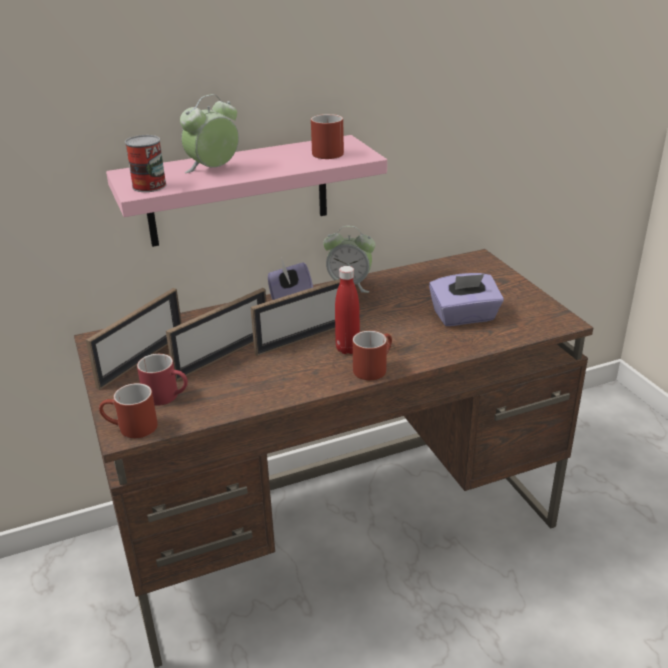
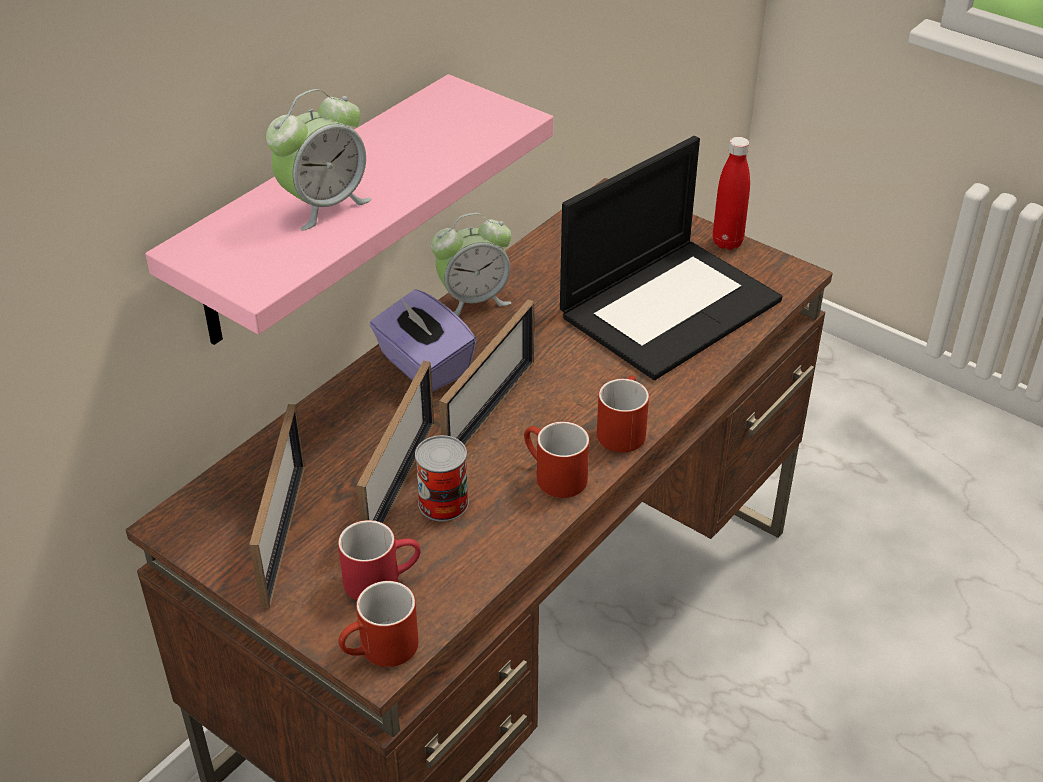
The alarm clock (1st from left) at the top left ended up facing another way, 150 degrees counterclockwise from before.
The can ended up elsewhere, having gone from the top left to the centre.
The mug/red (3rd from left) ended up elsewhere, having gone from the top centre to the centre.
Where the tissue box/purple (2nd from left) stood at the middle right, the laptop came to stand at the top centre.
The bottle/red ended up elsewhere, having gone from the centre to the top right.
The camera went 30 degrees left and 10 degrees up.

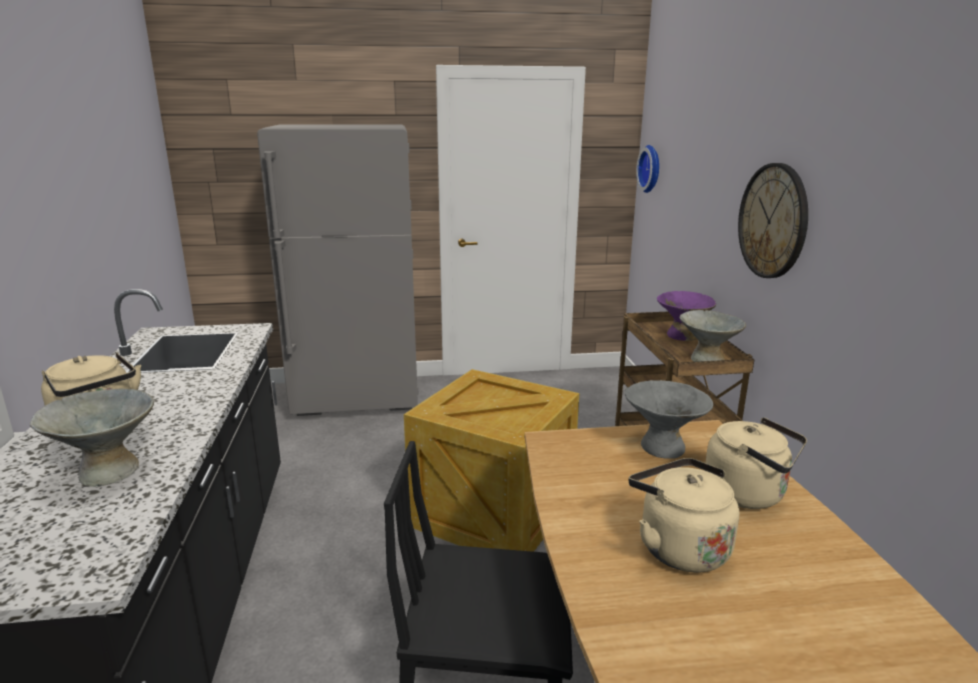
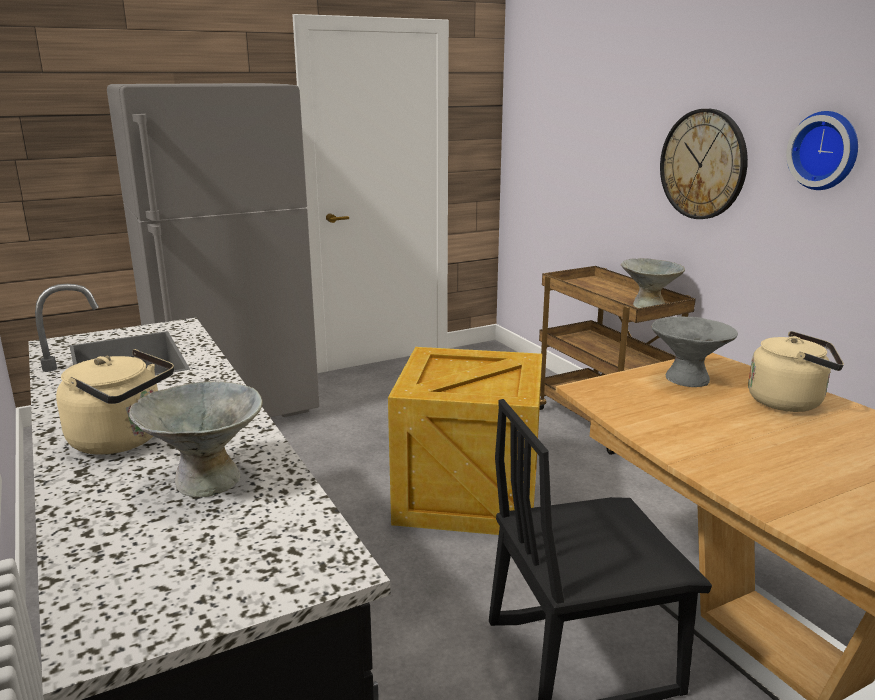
The wall clock (1st from left in the first image) ended up elsewhere, having gone from the top centre to the top right.
The second view lost the kettle/beige (2nd from left) at the bottom right.
The second view lost the bowl/purple at the middle right.
The camera went 20 degrees left and 0 degrees up.

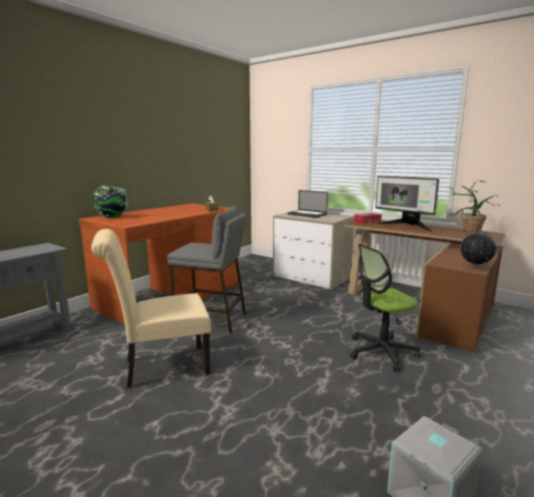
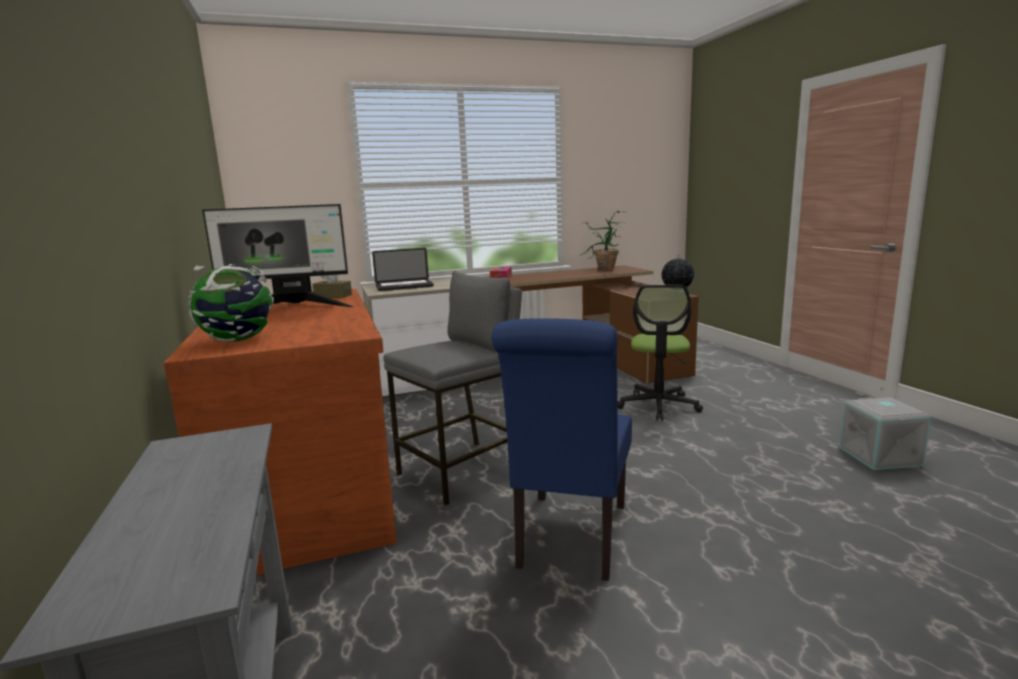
The monitor ended up elsewhere, having gone from the middle right to the middle left.
What was the chair/beige at the middle left turned into the chair/blue at the centre.
The camera went 55 degrees left and 0 degrees up.

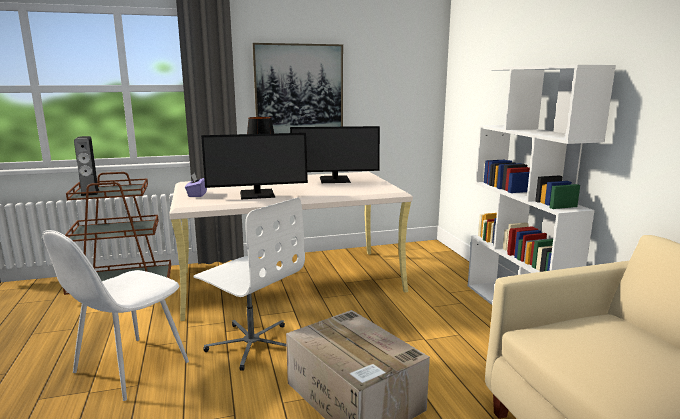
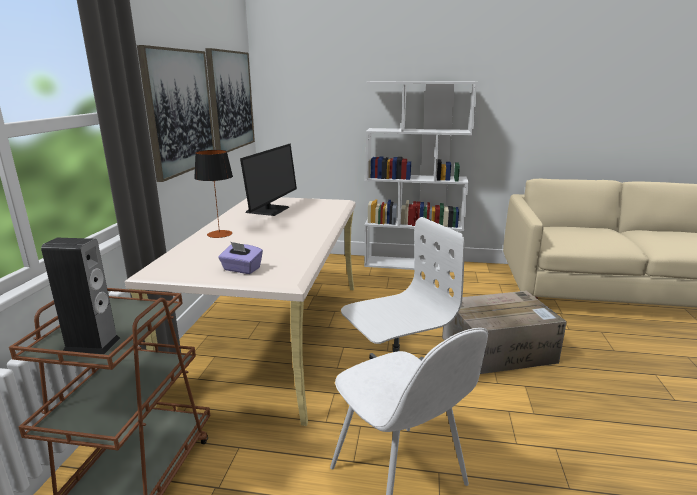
The second view gained the picture (2nd from left) at the top left.
The second view lost the monitor (1st from left) at the centre.
The camera went 65 degrees left and 5 degrees up.

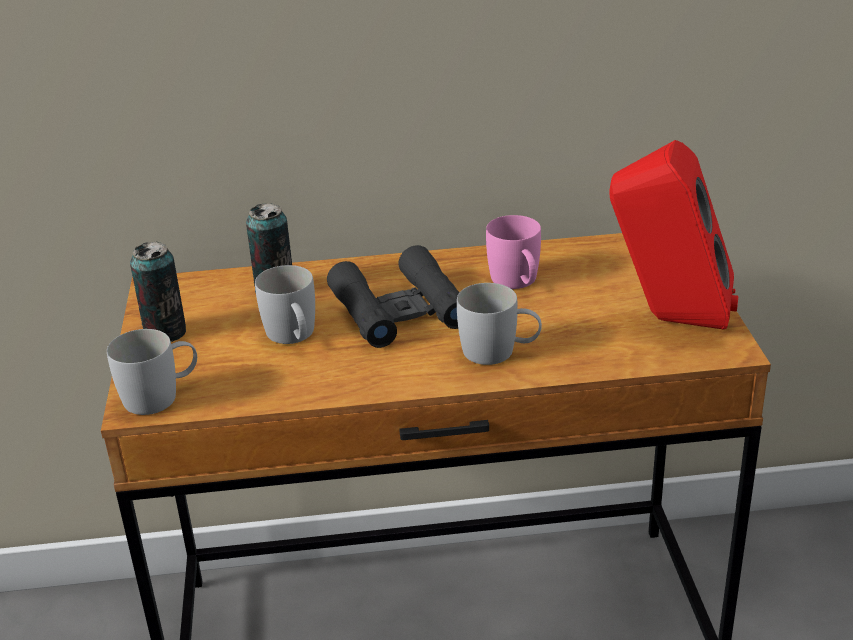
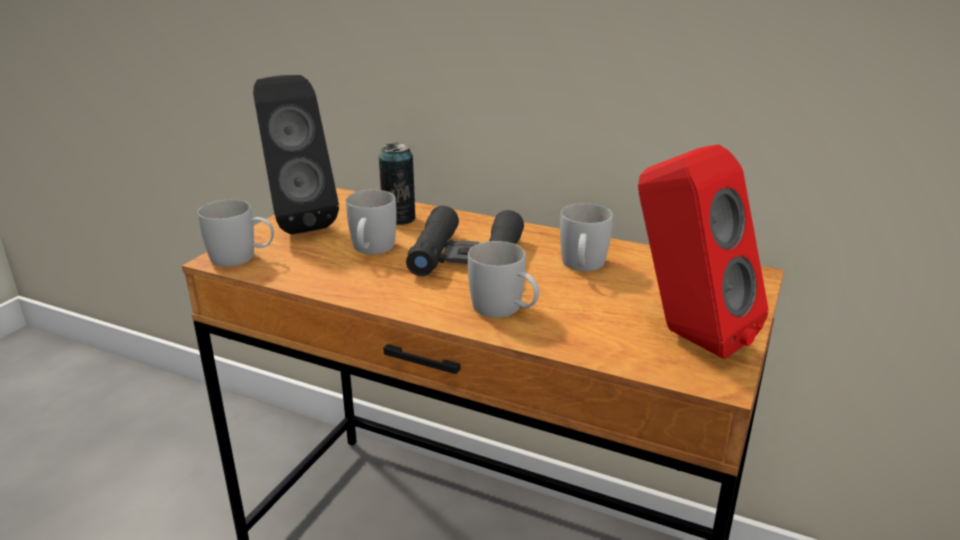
Where the can (1st from left) stood at the middle left, the speaker/black came to stand at the top left.
What was the mug/pink at the centre turned into the mug/white (4th from left) at the centre.
The camera went 30 degrees right and 5 degrees down.

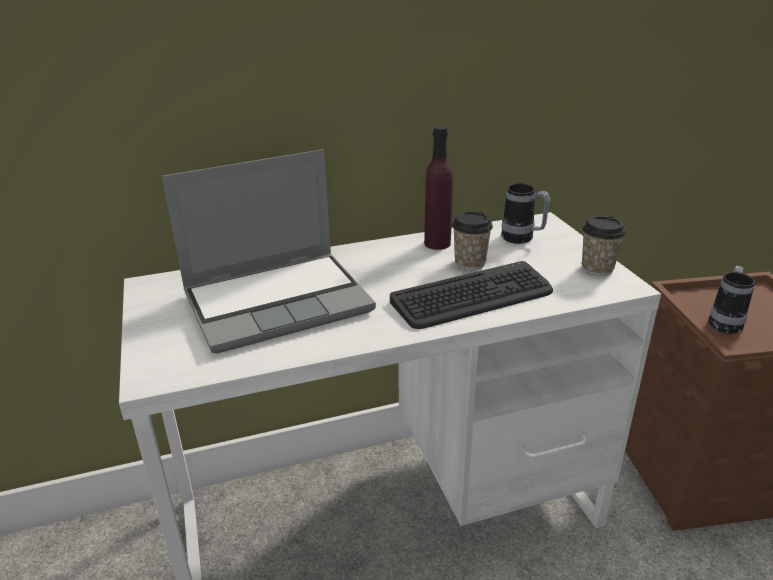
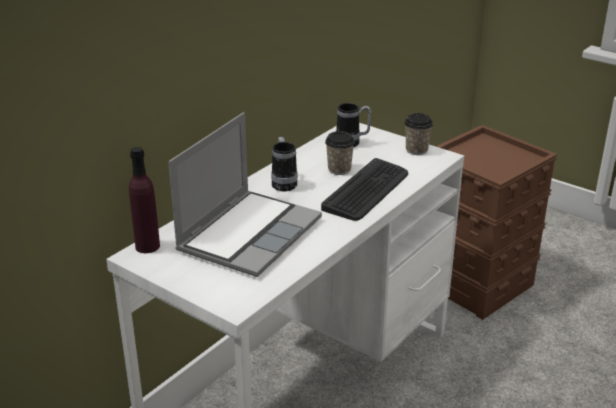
The bottle/purple ended up elsewhere, having gone from the top centre to the middle left.
The mug (2nd from left in the first image) ended up elsewhere, having gone from the middle right to the centre.
The camera went 35 degrees left and 0 degrees up.

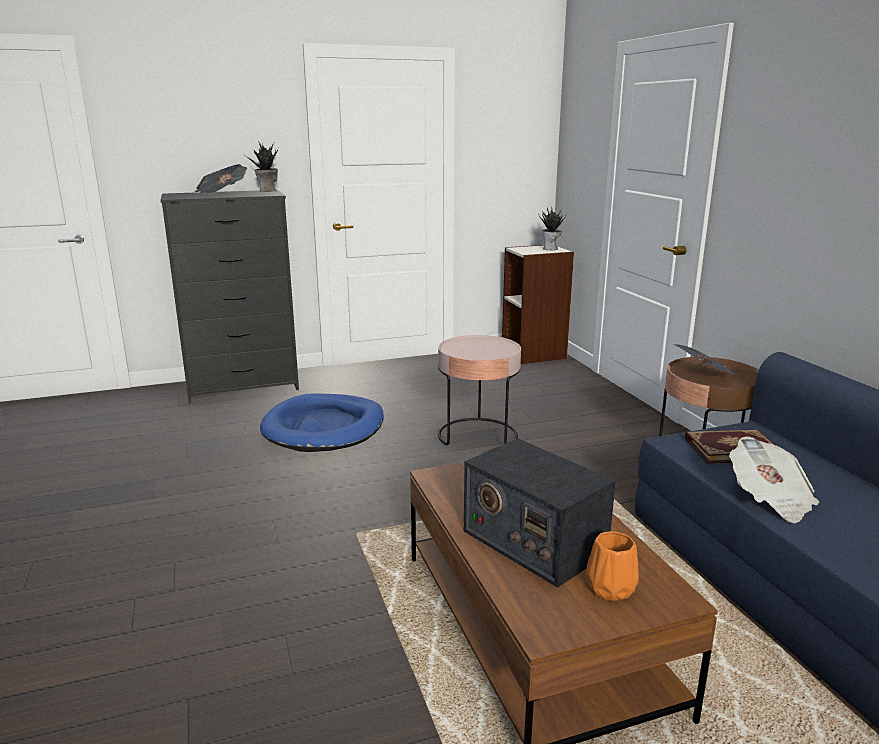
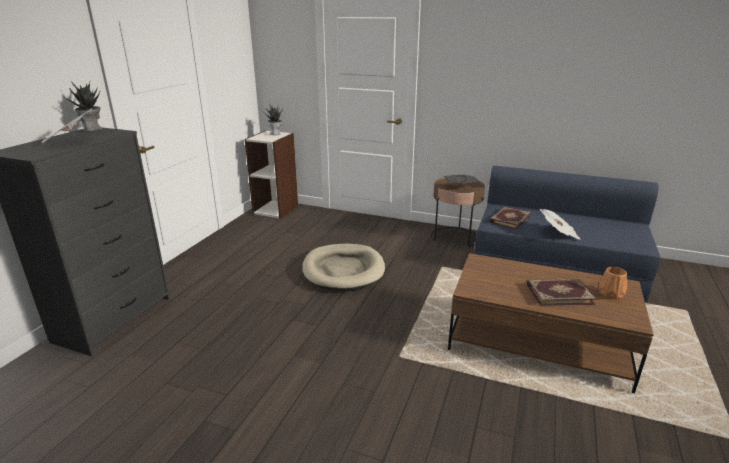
Where the side table/pink stood at the centre, the dog bed/beige came to stand at the centre.
Where the radio stood at the bottom centre, the book (2nd from left) came to stand at the middle right.
The second view lost the dog bed/blue at the centre.
The camera went 50 degrees left and 5 degrees up.

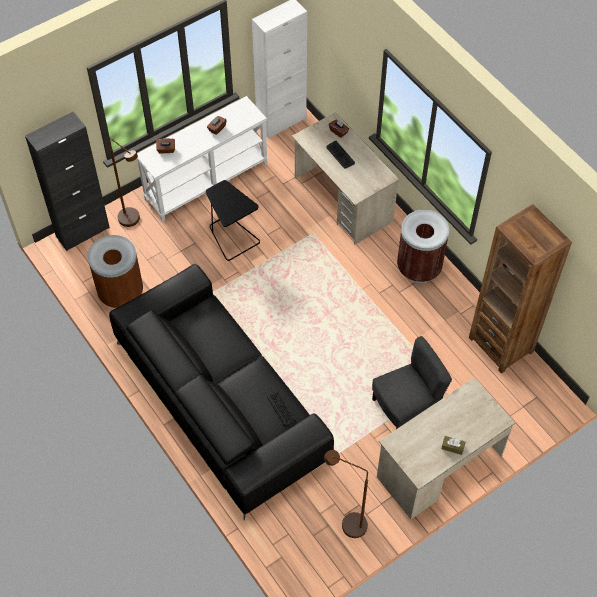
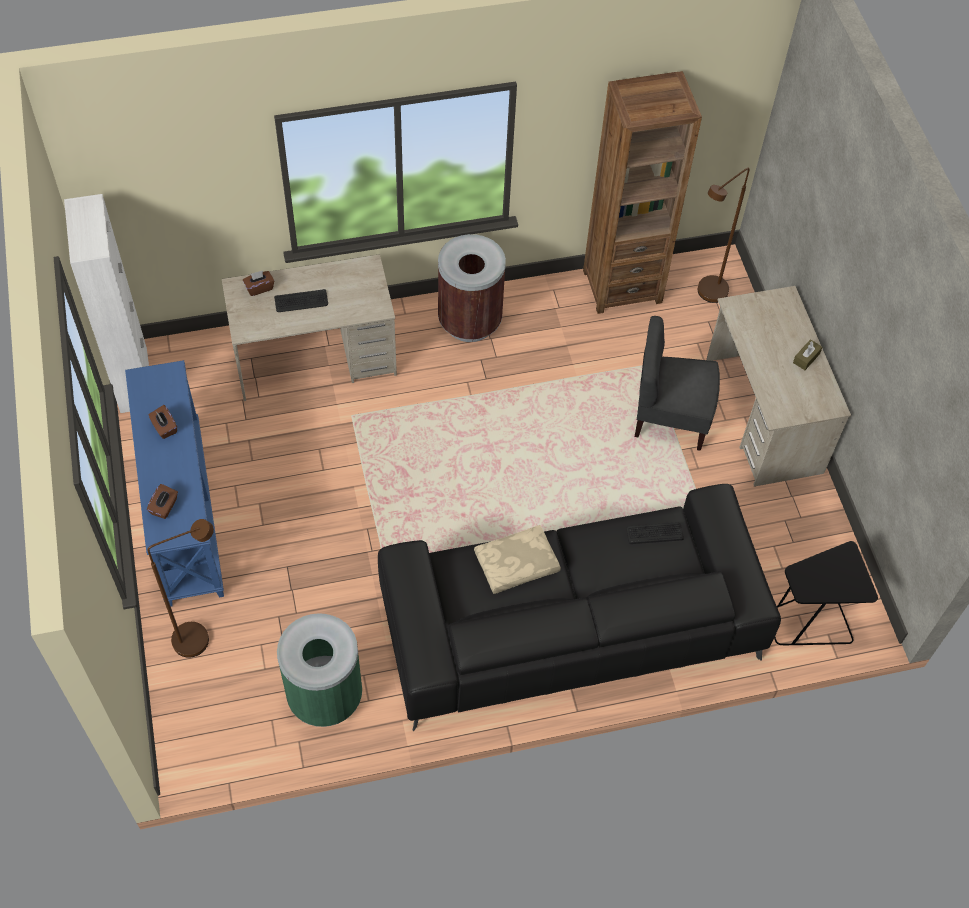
What was the console table/white at the top centre turned into the console table/blue at the middle left.
What was the trash can/brown (1st from left) at the middle left turned into the trash can/green at the bottom left.
The second view gained the pillow/beige at the centre.
The chair/grey at the middle right ended up facing another way, 75 degrees counterclockwise from before.
The floor lamp/brown (2nd from left) ended up elsewhere, having gone from the bottom centre to the top right.
The side table/black ended up elsewhere, having gone from the centre to the middle right.
The second view lost the cabinet/black at the top left.
The camera went 70 degrees left and 0 degrees up.

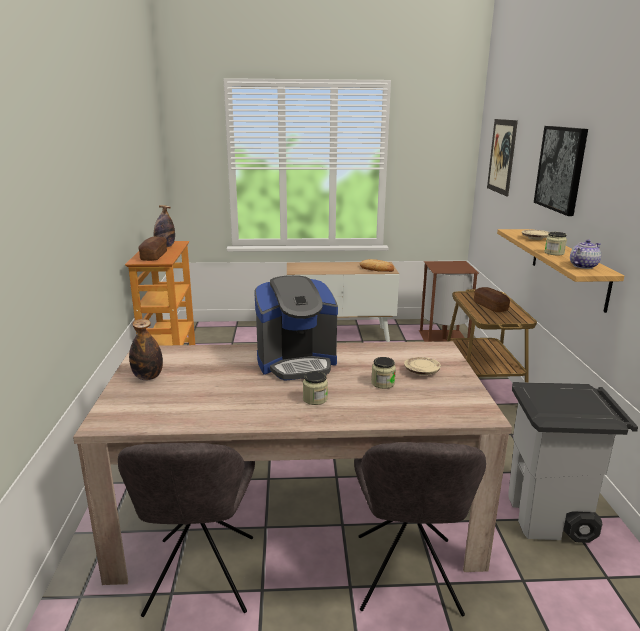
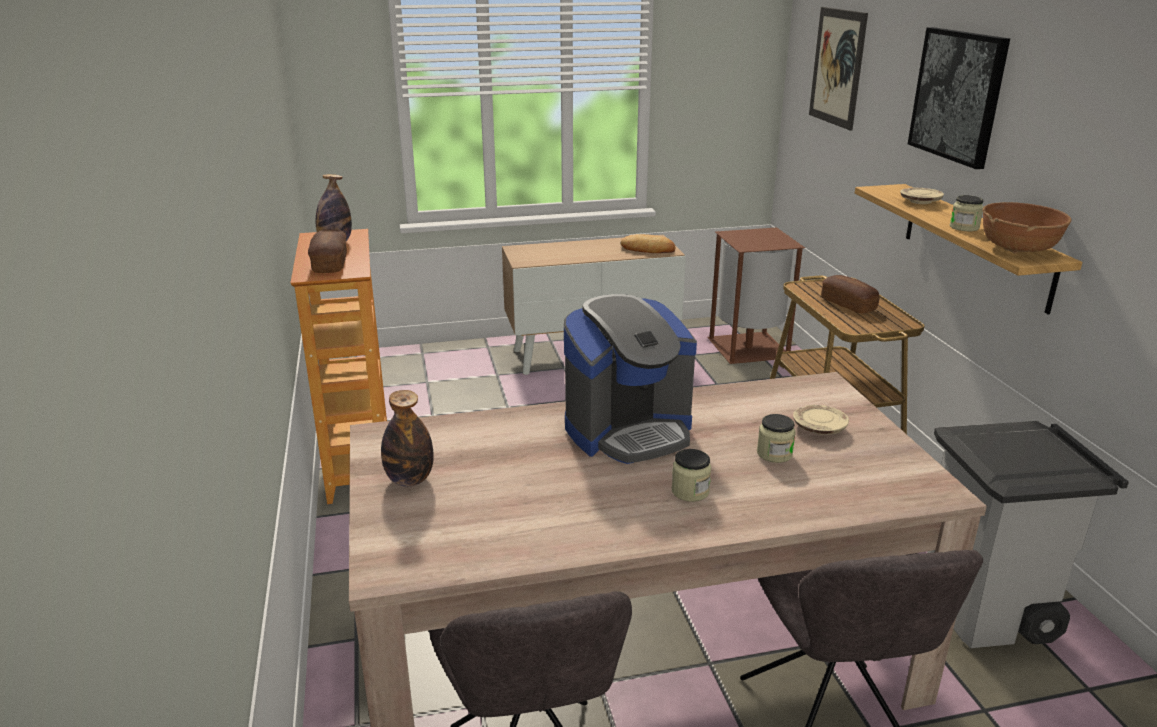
Where the teapot stood at the middle right, the bowl/brown came to stand at the top right.
The camera went 10 degrees left and 5 degrees up.

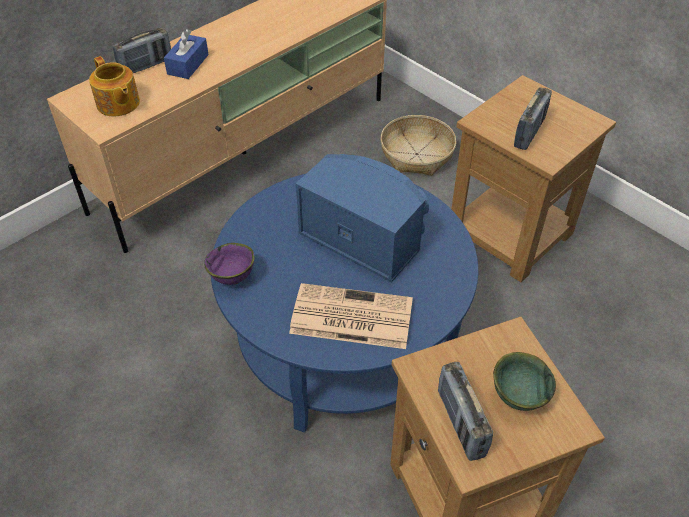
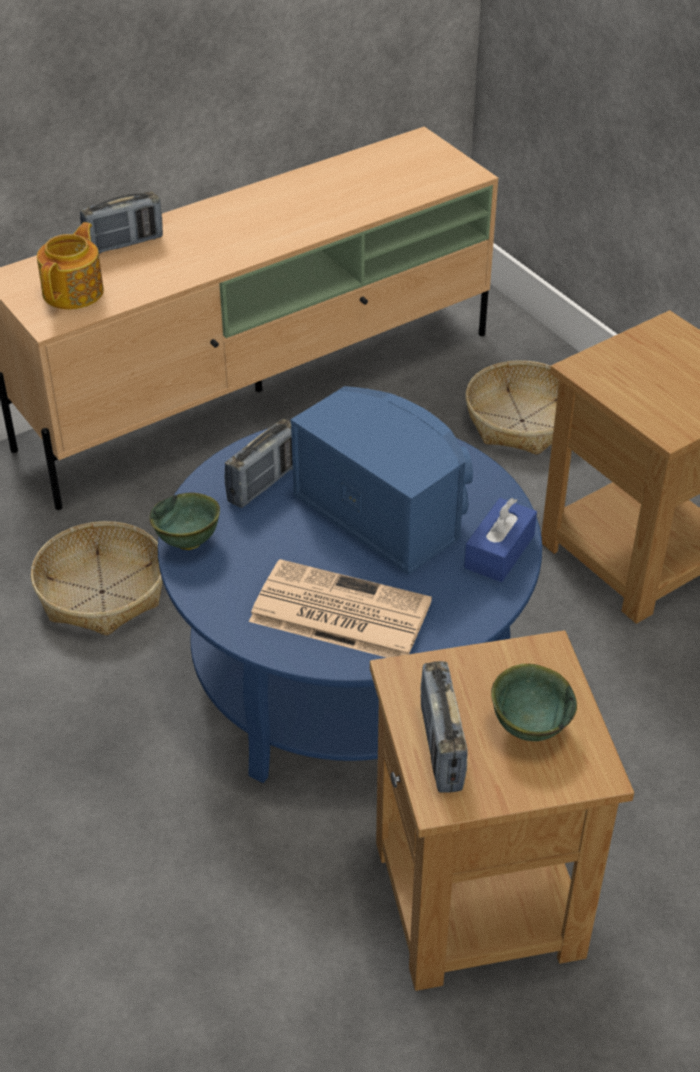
The second view gained the basket (1st from left) at the middle left.
The teapot at the top left ended up facing another way, 135 degrees counterclockwise from before.
What was the bowl/purple at the middle left turned into the bowl/green (1st from left) at the middle left.
The radio (3rd from left in the first image) ended up elsewhere, having gone from the top right to the centre.
The tissue box/blue ended up elsewhere, having gone from the top left to the middle right.
The camera went 10 degrees right and 5 degrees down.

